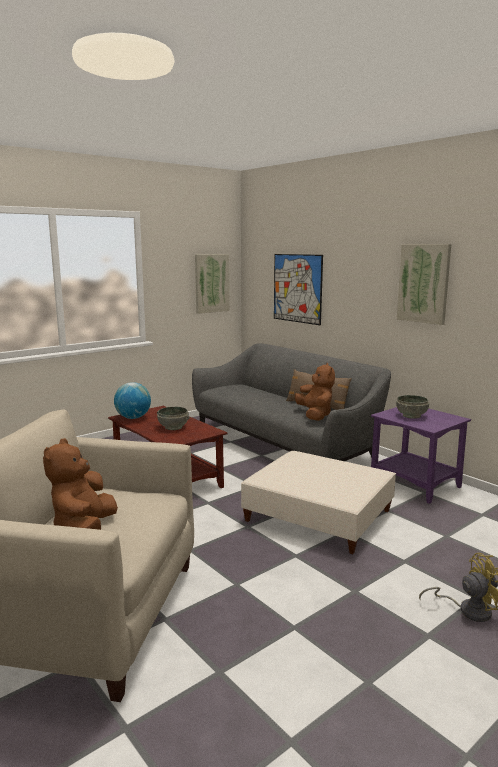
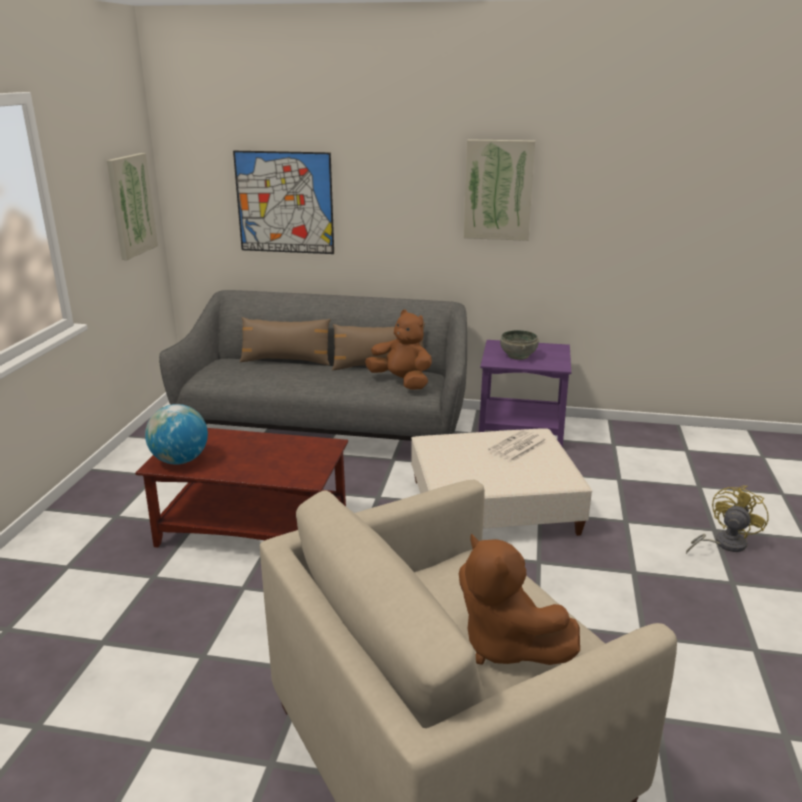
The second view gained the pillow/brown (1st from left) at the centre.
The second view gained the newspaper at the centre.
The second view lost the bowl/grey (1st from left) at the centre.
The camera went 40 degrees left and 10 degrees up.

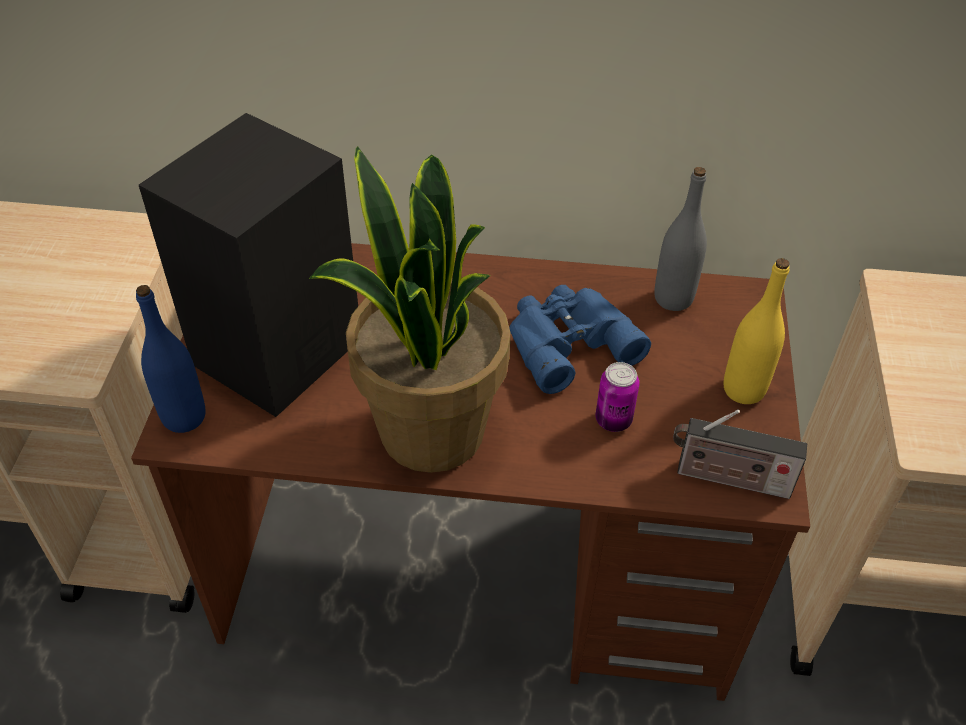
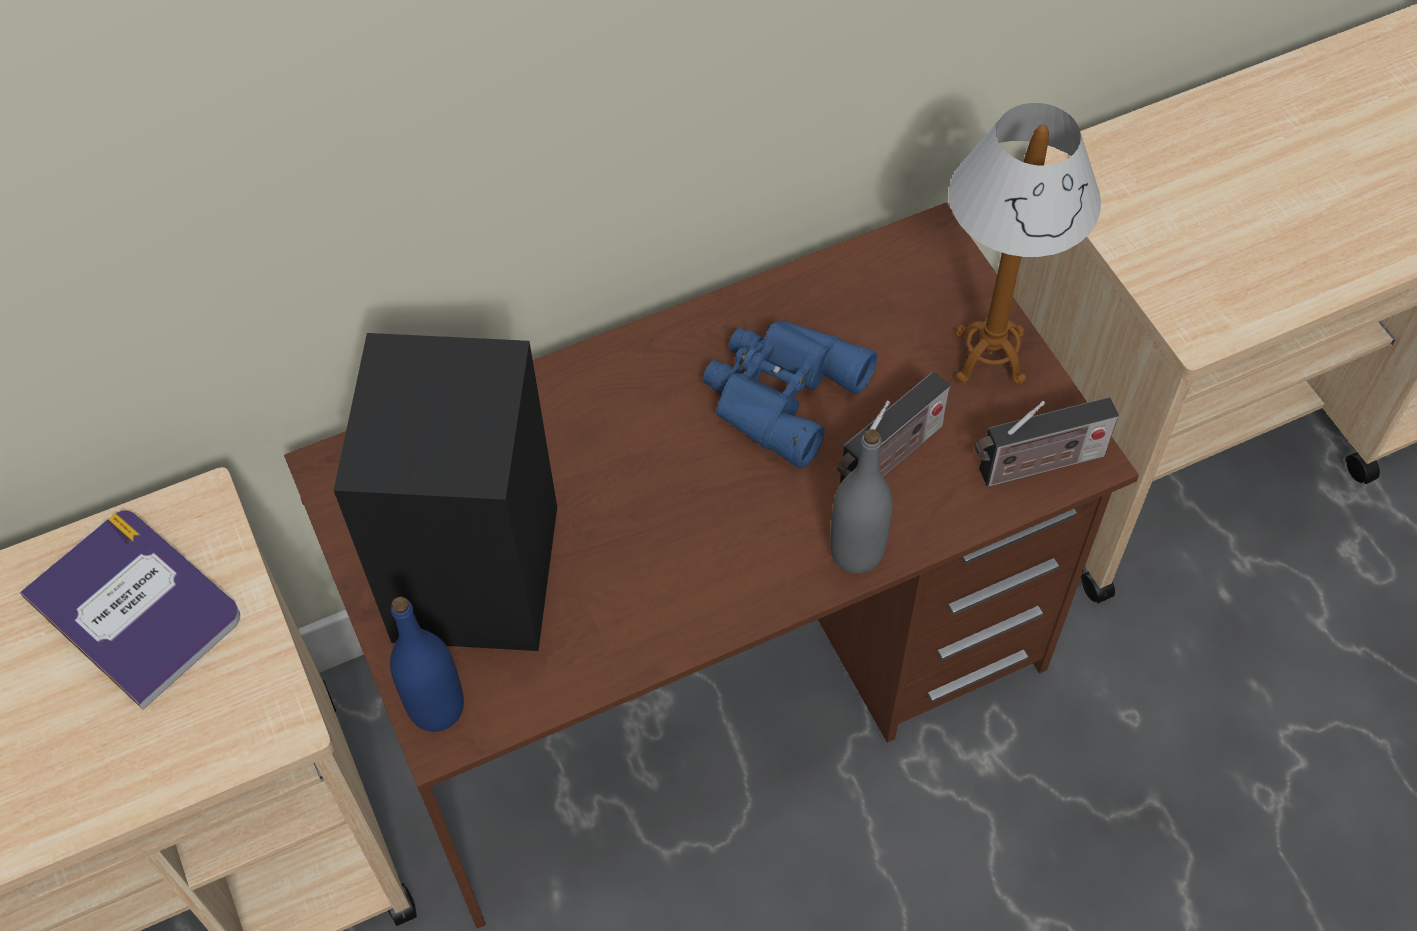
The second view gained the book at the middle left.
The bottle/grey ended up elsewhere, having gone from the top right to the centre.
Where the can stood at the centre, the radio (1st from left) came to stand at the centre.
Where the bottle/yellow stood at the middle right, the table lamp came to stand at the top right.
The second view lost the potted plant at the centre.
The camera went 30 degrees left and 10 degrees up.

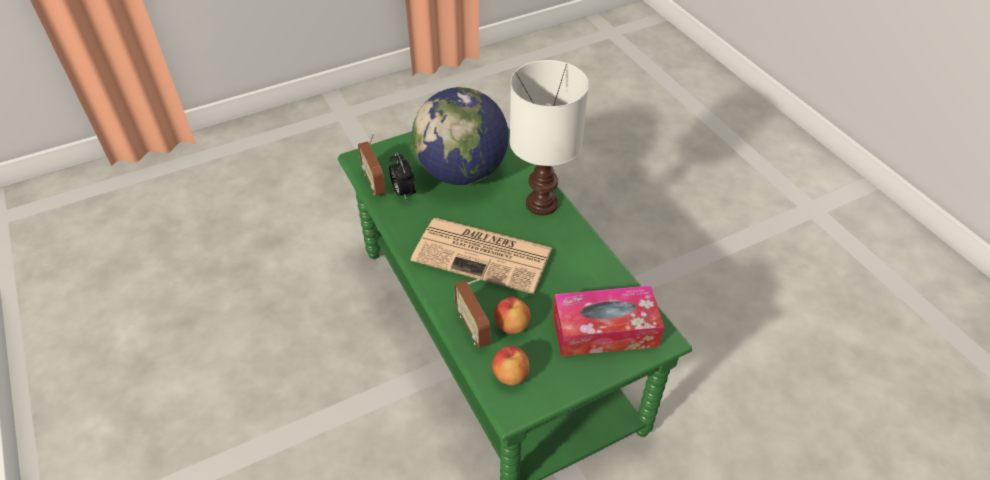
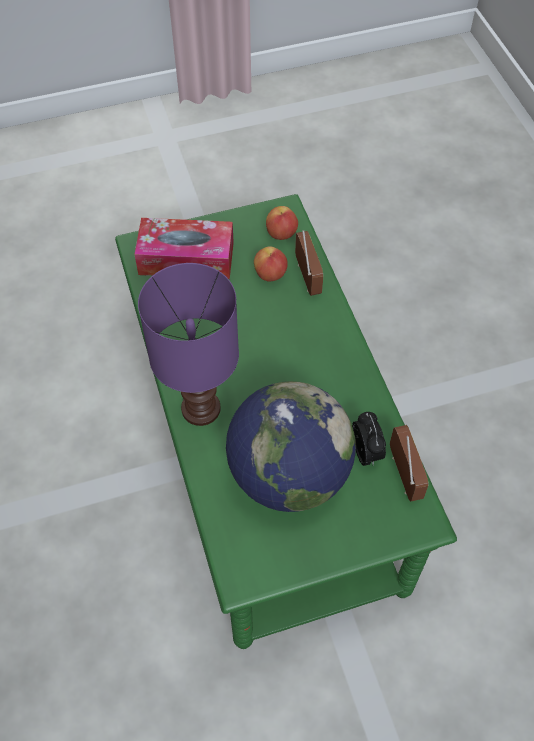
What was the table lamp/white at the top centre turned into the table lamp/purple at the centre.
The second view lost the newspaper at the centre.
The camera went 170 degrees left and 10 degrees up.

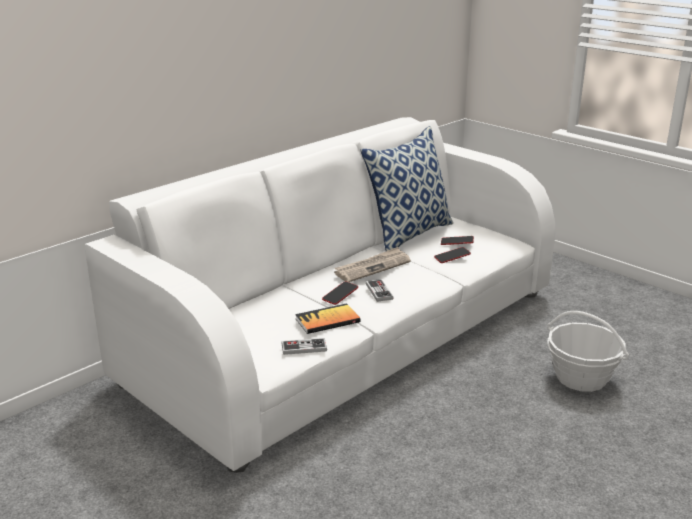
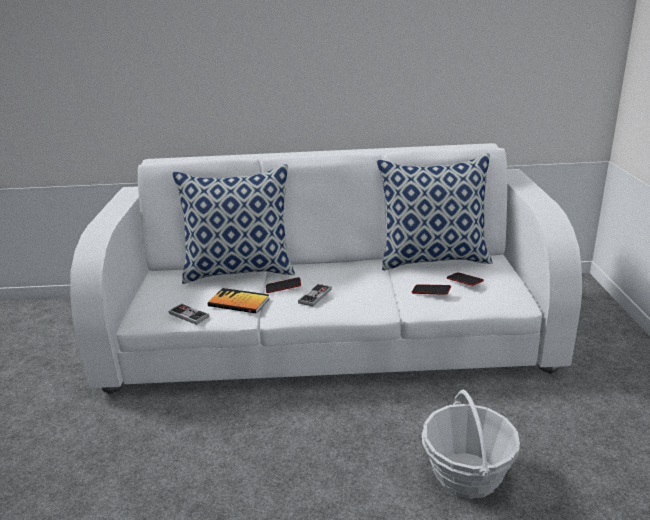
The second view gained the pillow (1st from left) at the centre.
The second view lost the newspaper at the centre.
The camera went 45 degrees right and 0 degrees up.

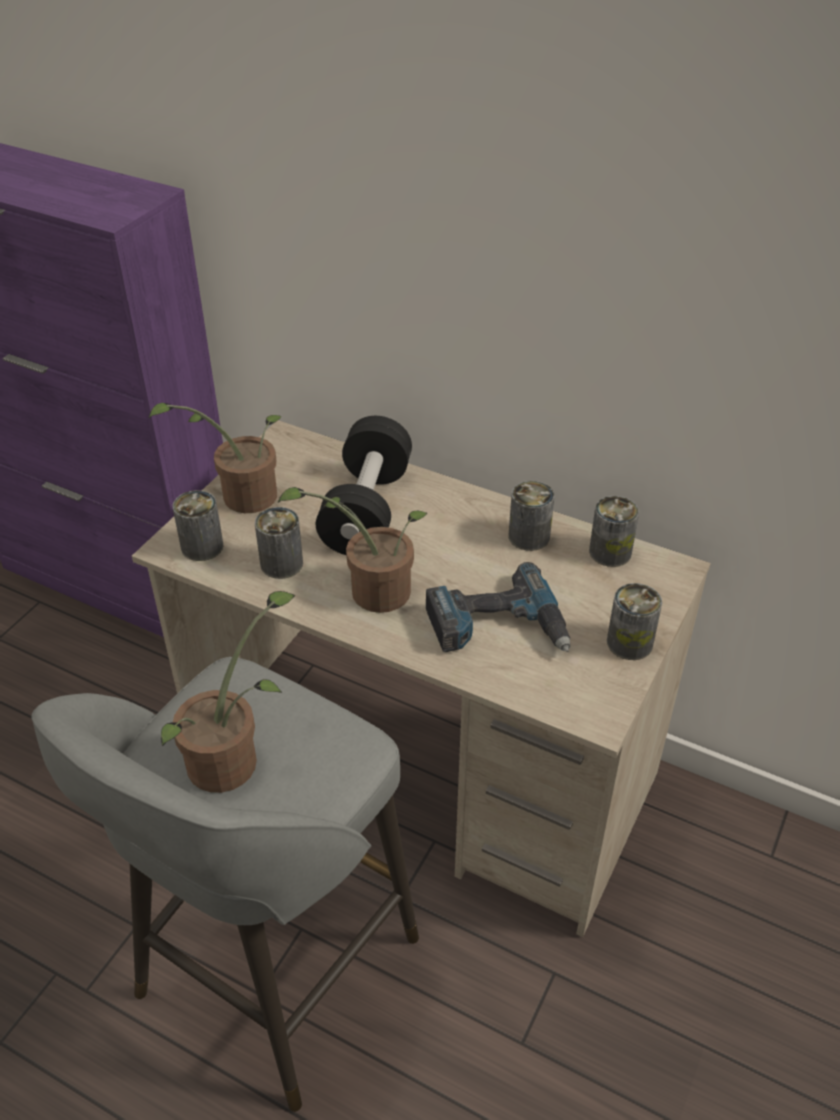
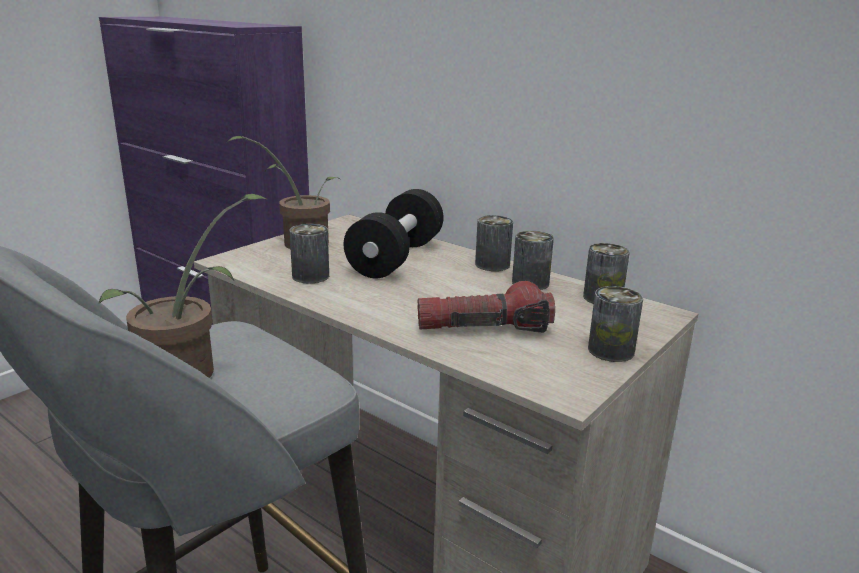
Where the power drill stood at the centre, the flashlight came to stand at the centre.
The can (1st from left in the first image) ended up elsewhere, having gone from the middle left to the centre.
The second view lost the potted plant (3rd from left) at the centre.
The camera went 10 degrees right and 20 degrees down.

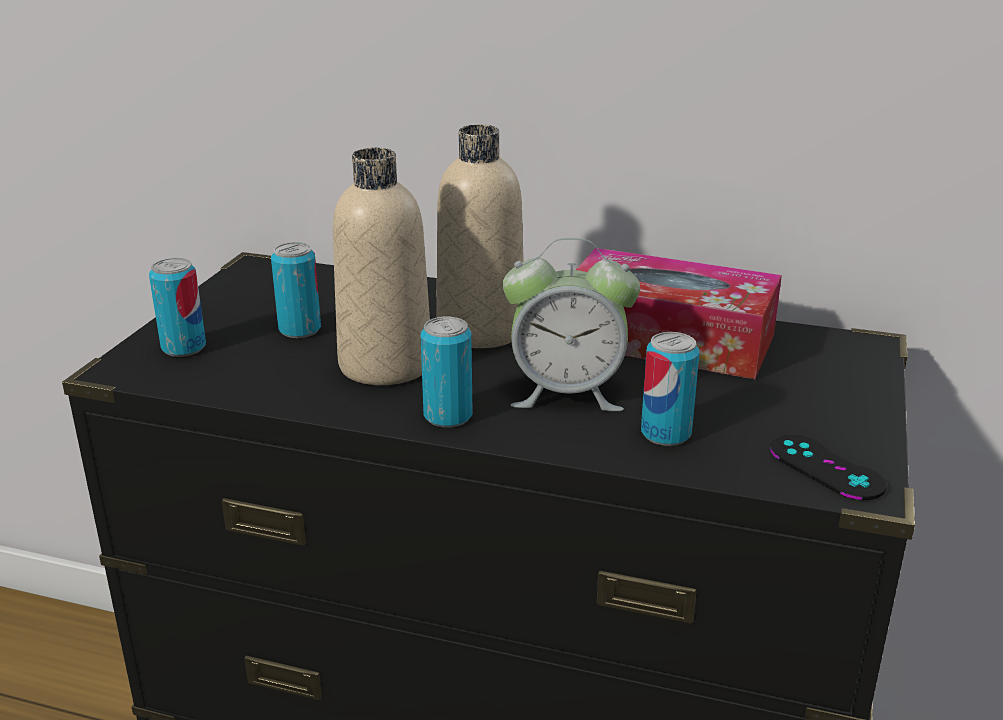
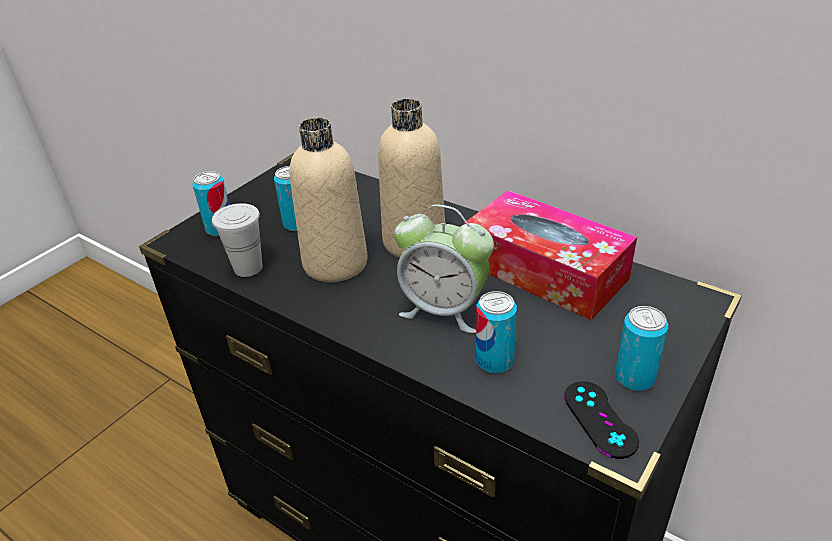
The second view gained the cup/white at the middle left.
The can (3rd from left in the first image) ended up elsewhere, having gone from the centre to the middle right.
The camera went 20 degrees right and 10 degrees up.

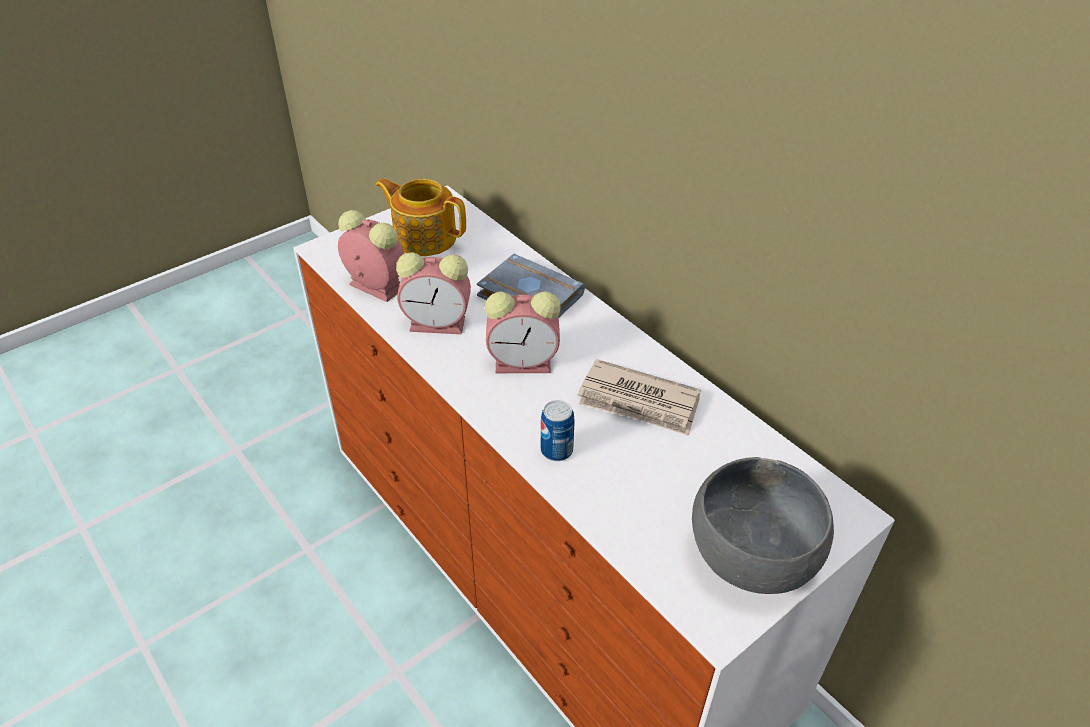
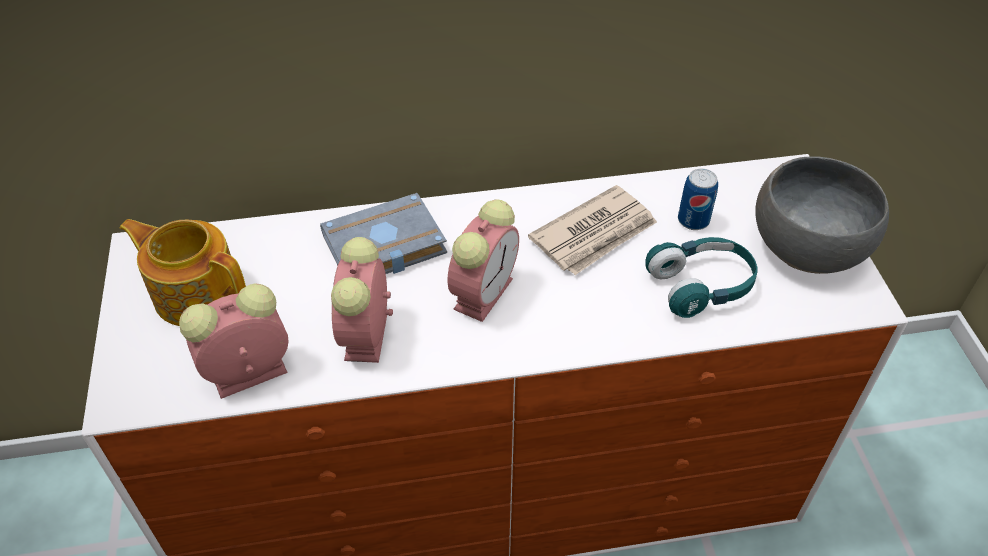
The teapot at the top centre ended up facing another way, 60 degrees clockwise from before.
The alarm clock (2nd from left) at the centre ended up facing another way, 150 degrees clockwise from before.
The second view gained the headphones/turquoise at the middle right.
The can ended up elsewhere, having gone from the centre to the middle right.
The camera went 60 degrees left and 5 degrees up.

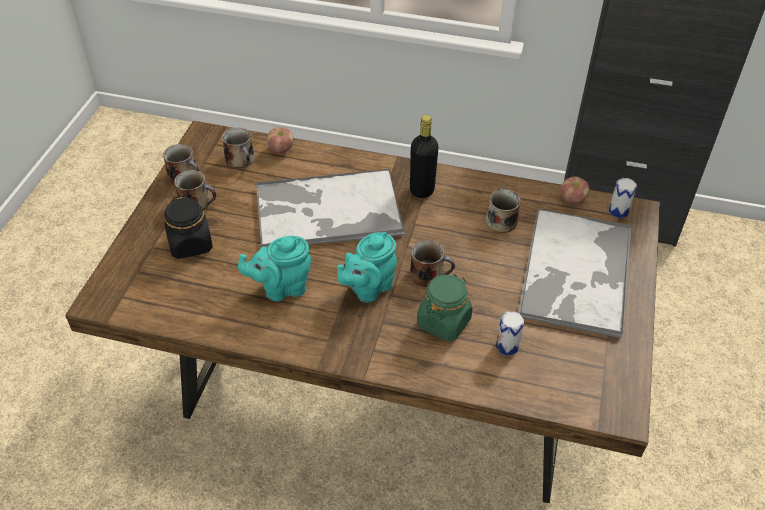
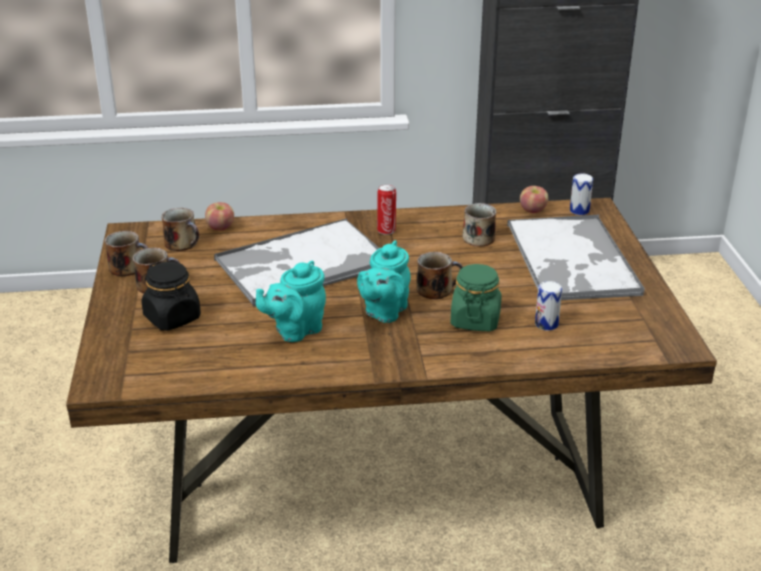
Where the bottle/black stood at the top centre, the can (1st from left) came to stand at the centre.
The camera went 20 degrees left and 15 degrees down.

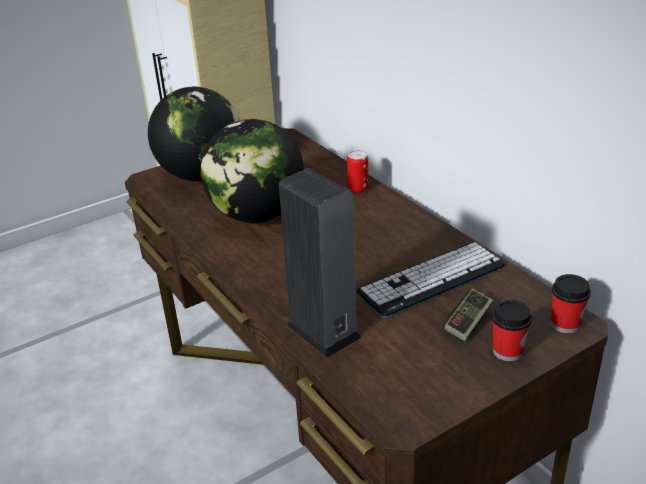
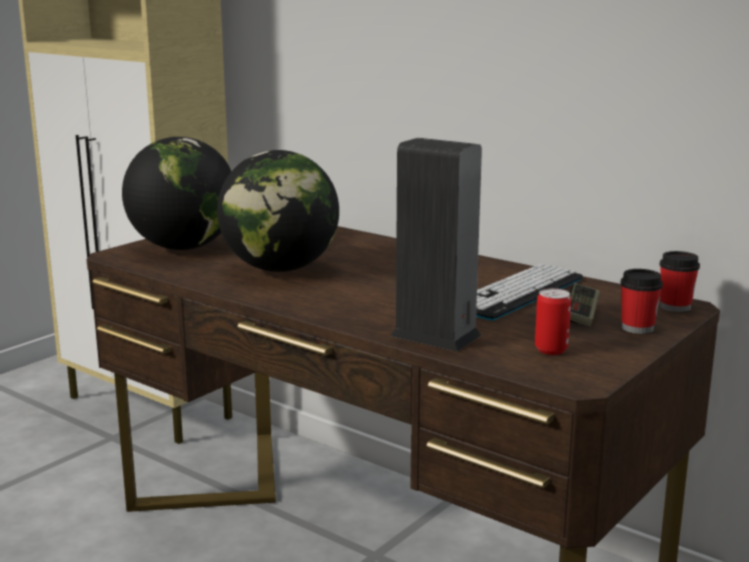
The can ended up elsewhere, having gone from the centre to the middle right.
The camera went 20 degrees left and 15 degrees down.

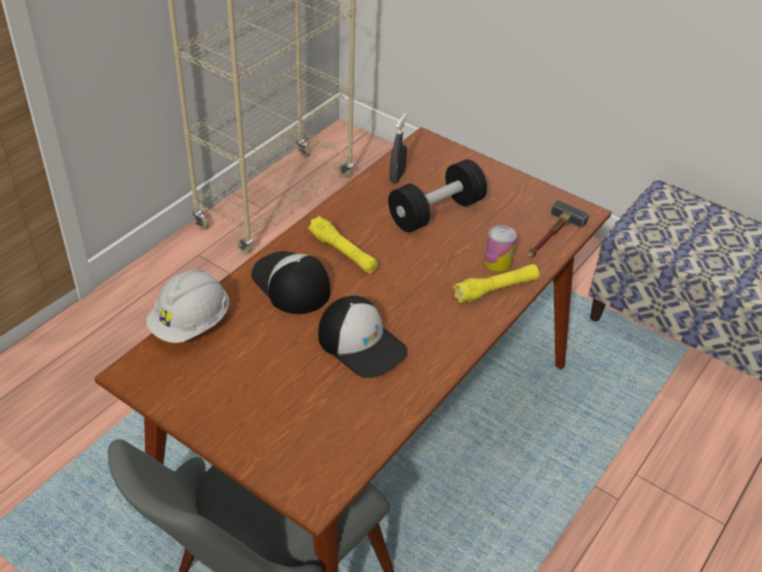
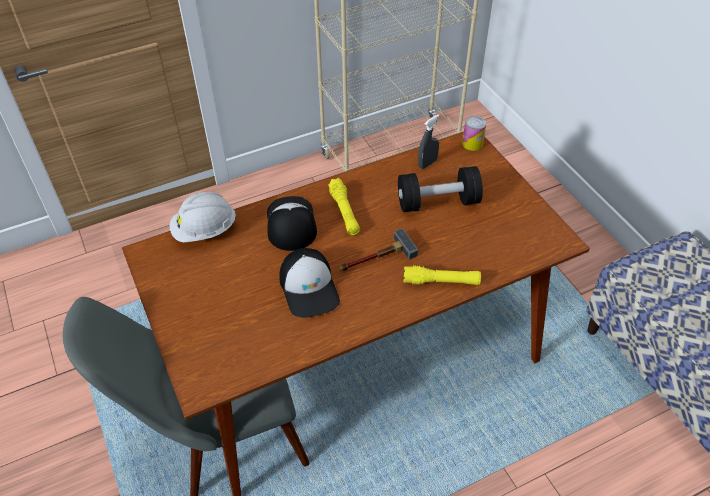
The hammer ended up elsewhere, having gone from the middle right to the centre.
The can ended up elsewhere, having gone from the centre to the top right.
The camera went 30 degrees right and 5 degrees up.

